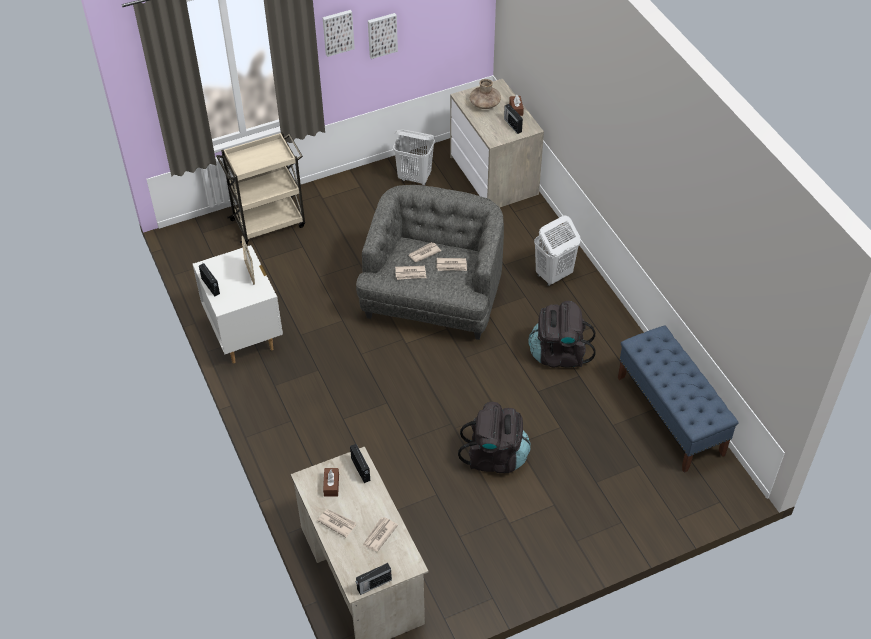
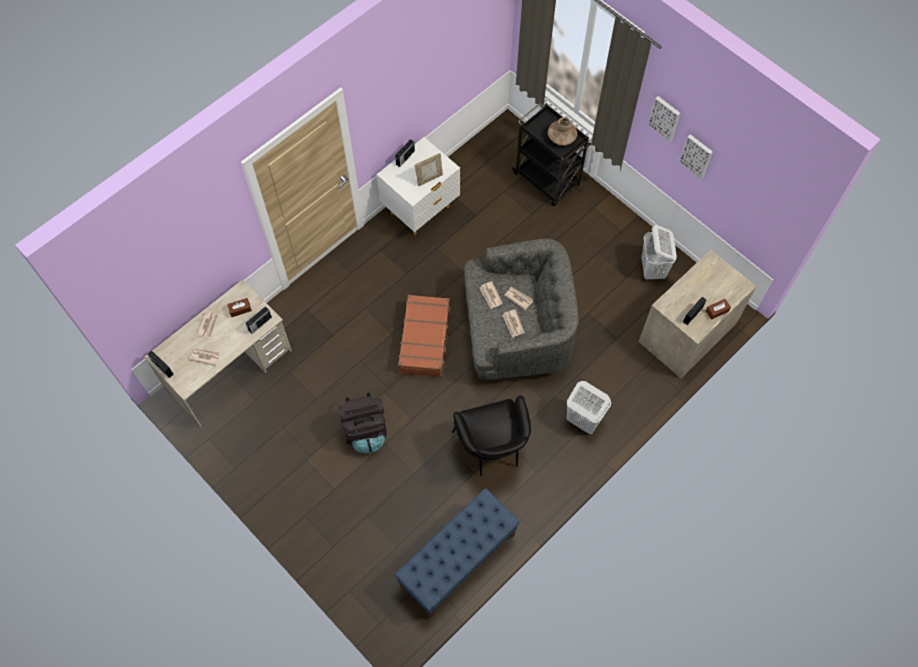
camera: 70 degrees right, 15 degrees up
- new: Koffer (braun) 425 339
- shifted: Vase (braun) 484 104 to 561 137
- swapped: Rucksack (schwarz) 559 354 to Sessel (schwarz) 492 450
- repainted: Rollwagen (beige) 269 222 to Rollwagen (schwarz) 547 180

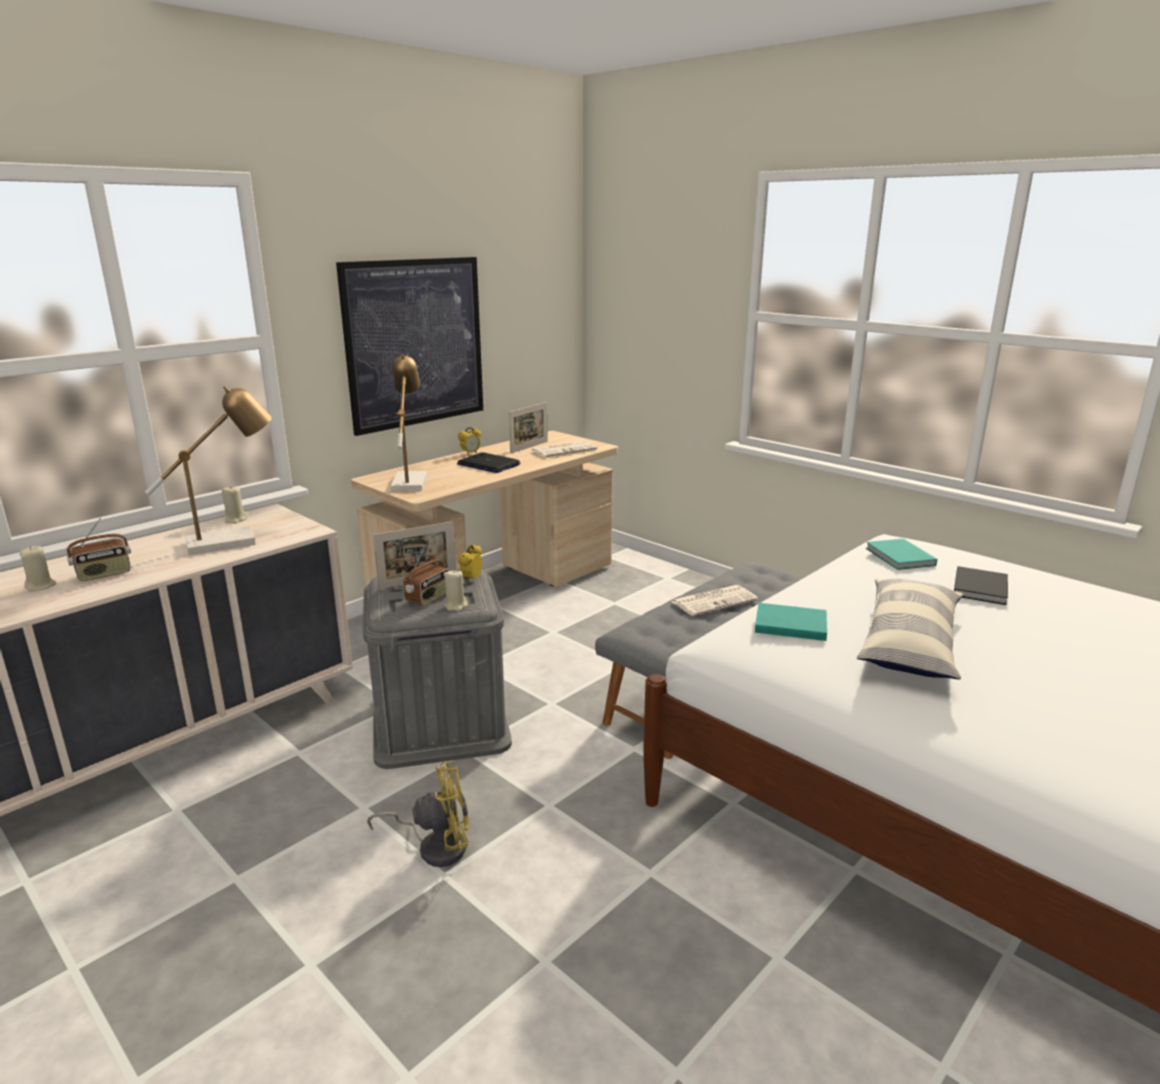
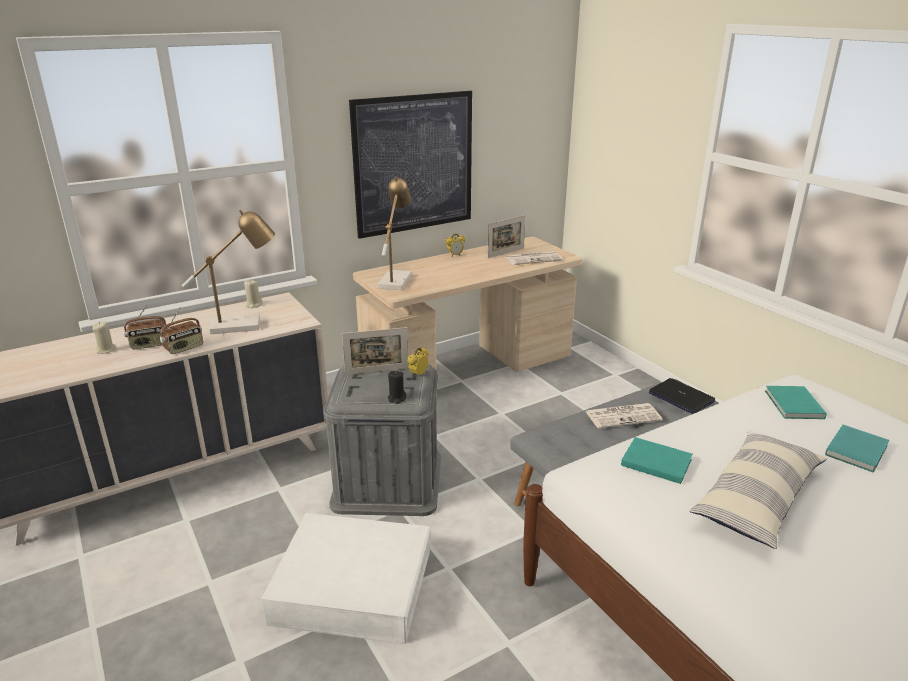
camera: 15 degrees right, 5 degrees up
- shifted: Radio 428 598 to 184 348
- shifted: Laptop 488 464 to 680 397
- swapped: Ventilator (gelb) 435 846 to Aufbewahrungsbox (weiß) 353 585
- repainted: Kerze (beige) 456 606 to Kerze (schwarz) 397 398
- repainted: Buch (schwarz) 981 588 to Buch (türkis) 857 450

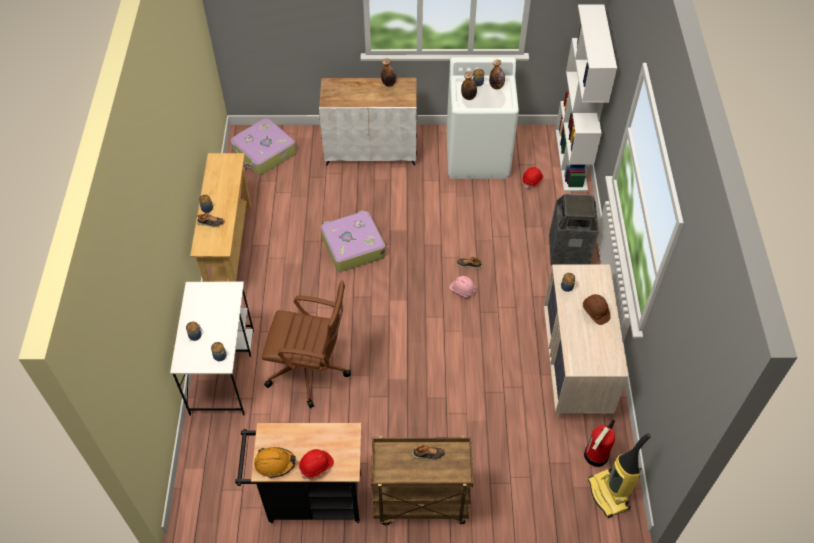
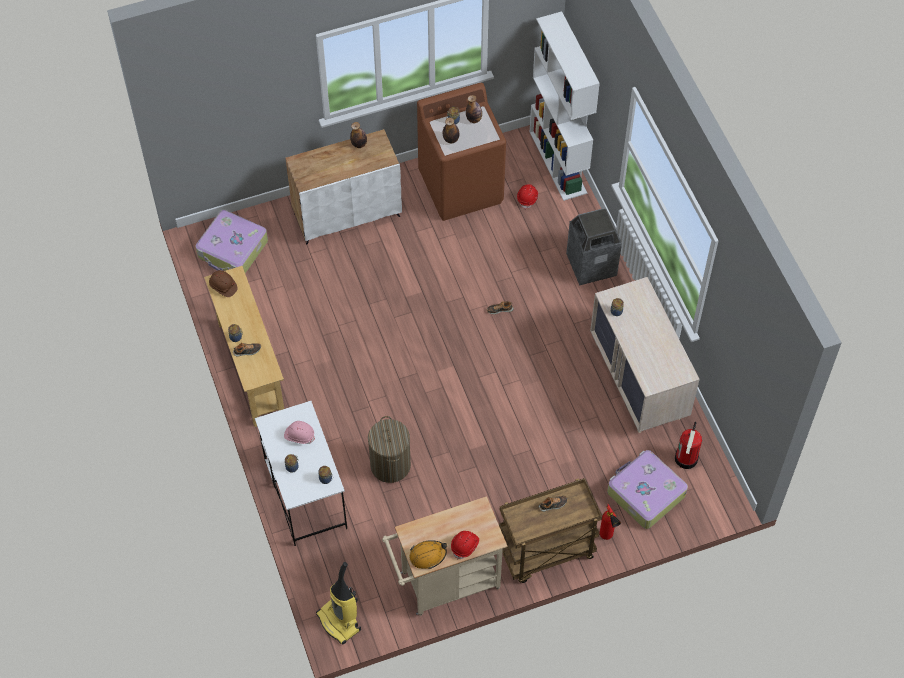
camera: 20 degrees left, 5 degrees up
- new: Feuerlöscher 607 537
- shifted: Koffer 352 246 to 645 494
- shifted: Schutzhelm (rosa) 462 289 to 299 435
- shifted: Schutzhelm (braun) 595 312 to 223 286
- shifted: Staubsauger 609 494 to 340 622
- swapped: Bürostuhl (braun) 310 370 to Wäschekorb 390 465
- repainted: Rollwagen (schwarz) 309 498 to Rollwagen (beige) 444 583
- repainted: Waschmaschine (weiß) 478 156 to Waschmaschine (braun) 461 187

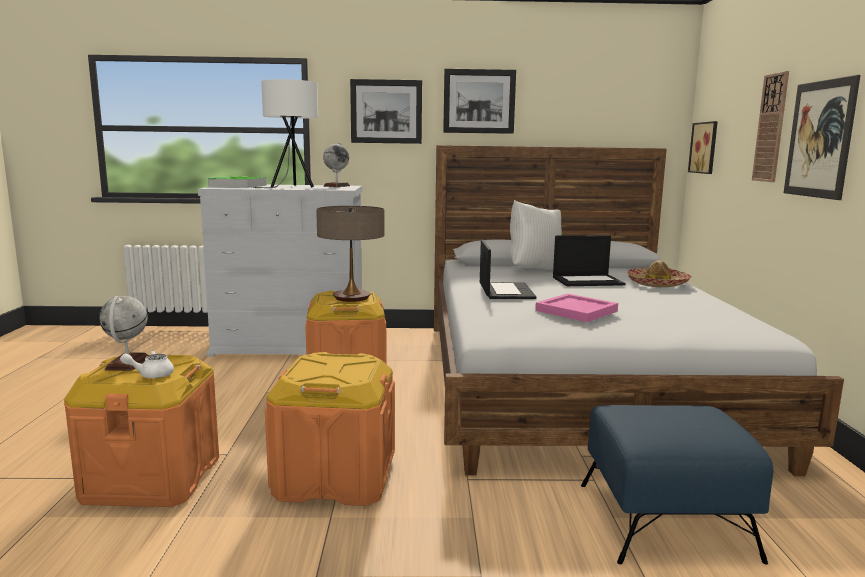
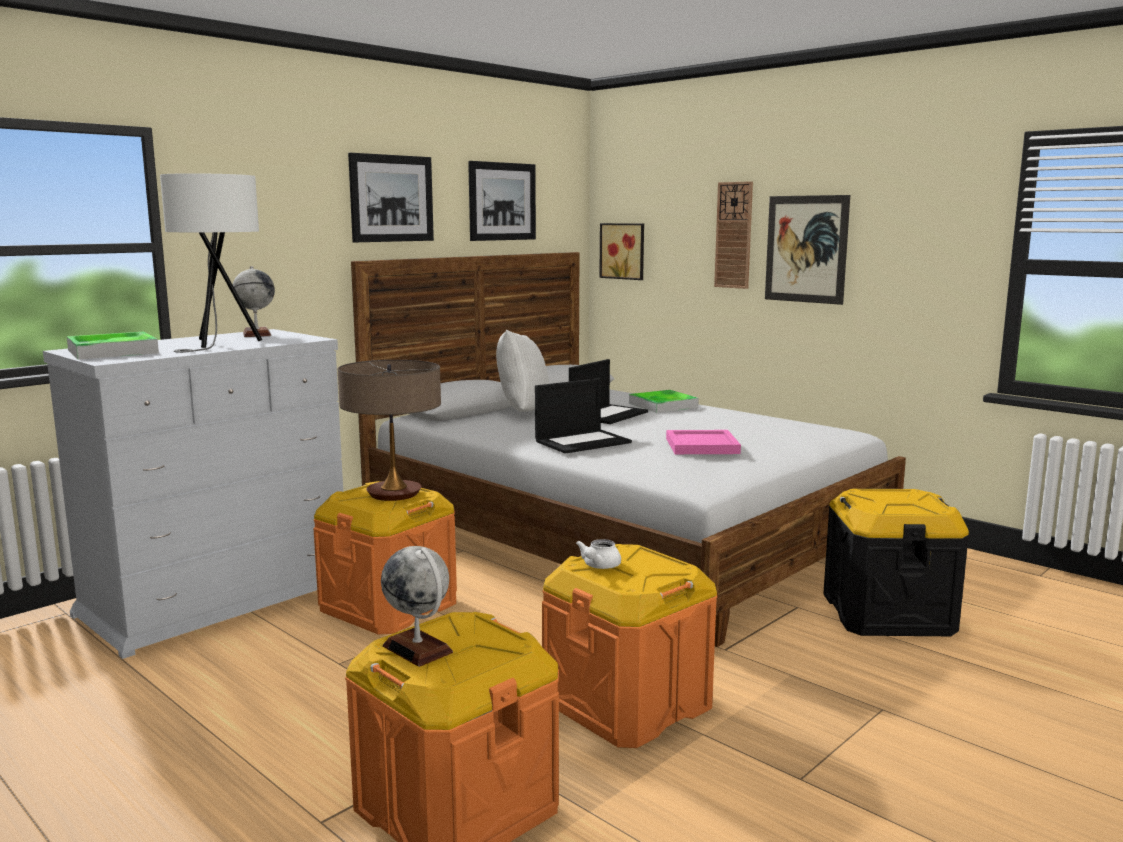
camera: 45 degrees left, 0 degrees up
- shifted: Teekanne (weiß) 151 375 to 598 566
- shifted: Bild 386 111 to 502 201
- swapped: Polsterhocker (blau) 666 521 to Aufbewahrungsbox (schwarz) 887 614
- swapped: Hut 657 284 to Tablett 663 405
- rotated: Laptop 505 291 = 583 442 105 degrees clockwise

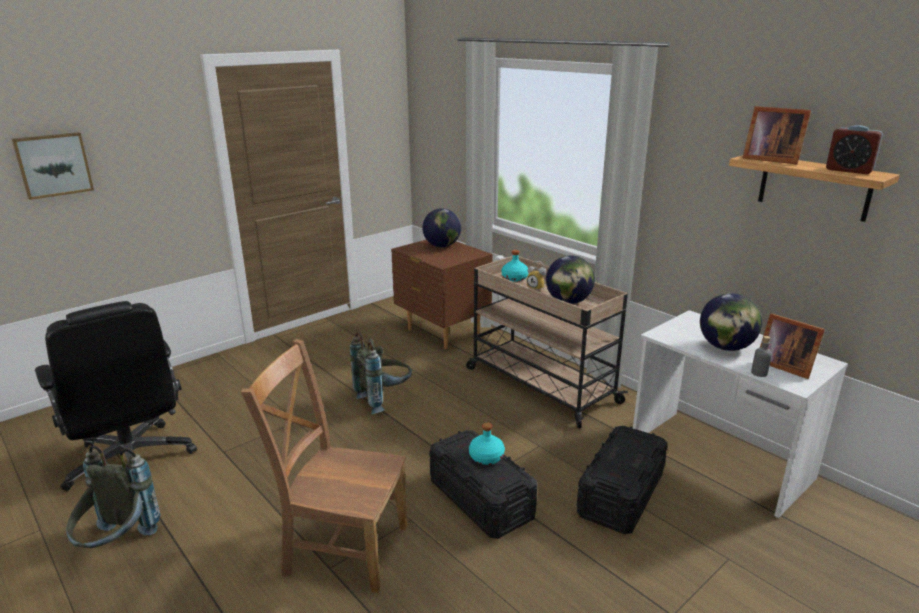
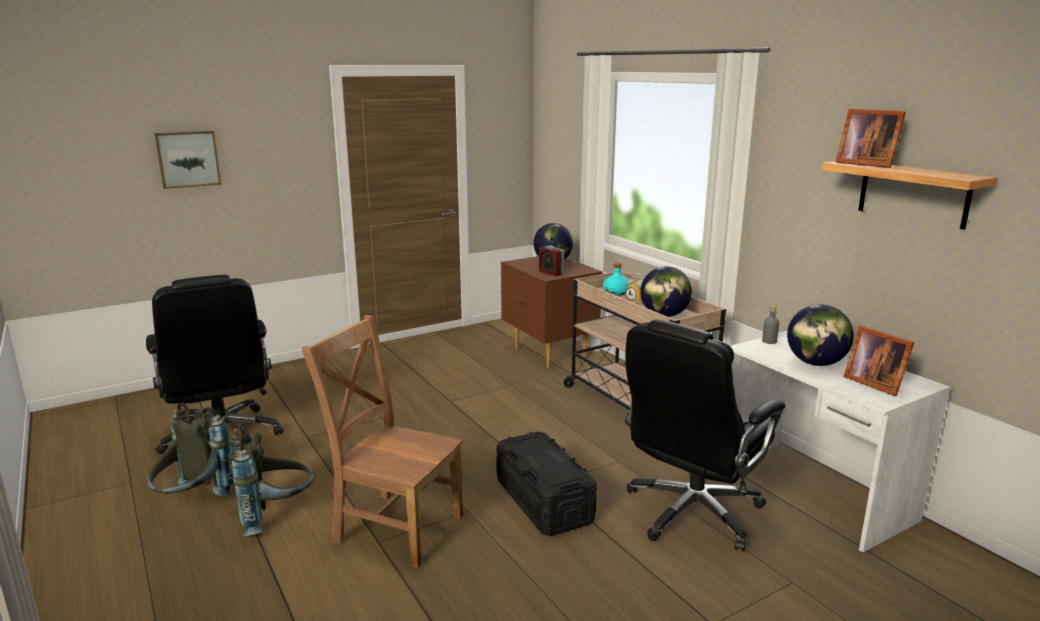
camera: 10 degrees right, 5 degrees down
- gone: Flasche (türkis) 486 457
- shifted: Rucksack (grau) 384 399 to 276 515
- shifted: Flasche (grau) 759 373 to 769 341
- shifted: Wecker 849 170 to 551 273
- swapped: Aufbewahrungsbox (schwarz) 620 495 to Bürostuhl (schwarz) 692 512

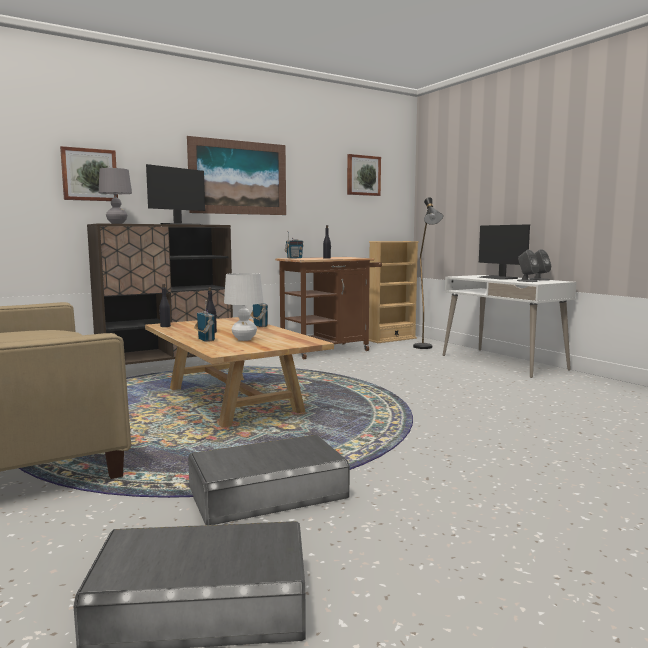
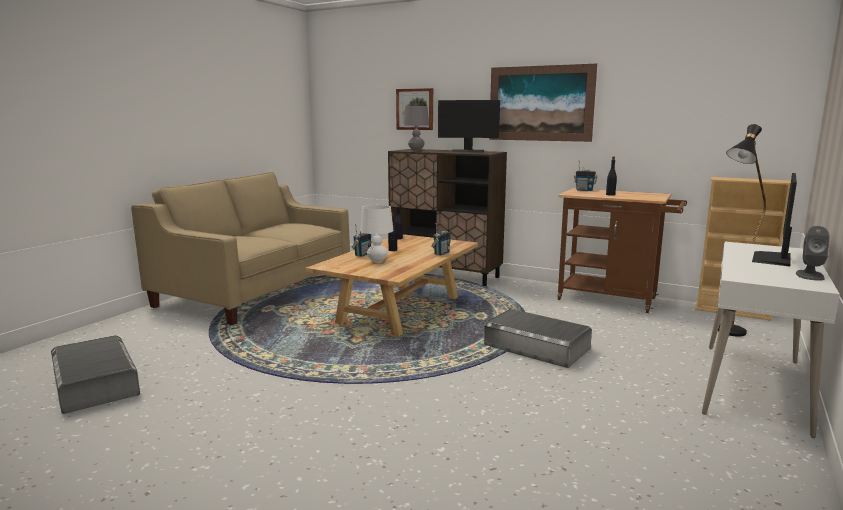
camera: 60 degrees right, 5 degrees up
- gone: Bild 363 175
- gone: Lautsprecher (grau) 526 281
- shifted: Aufbewahrungsbox (grau) 267 492 to 536 347

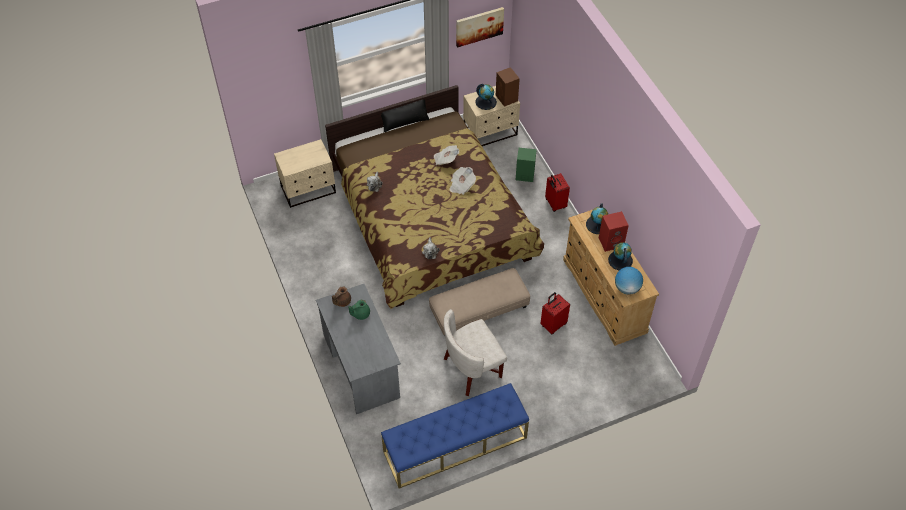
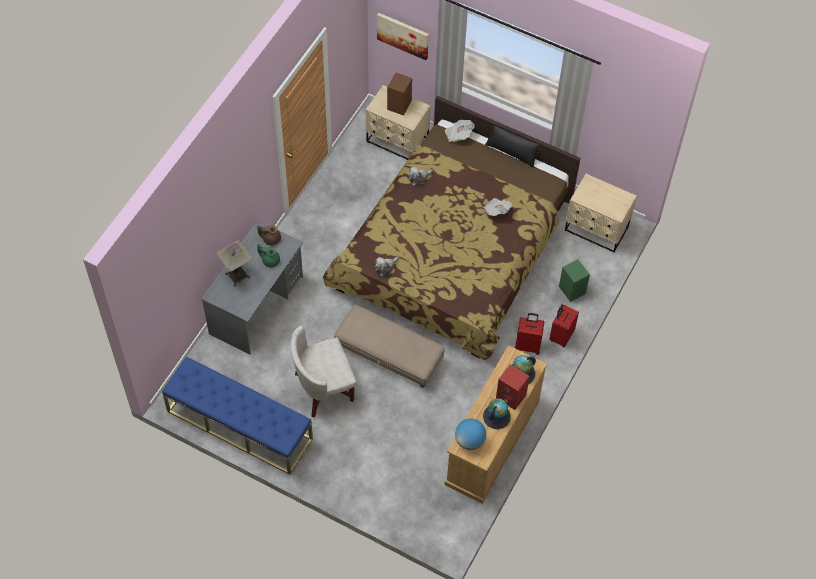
camera: 50 degrees right, 5 degrees up
- gone: Globus 486 102
- new: Tischlampe 237 275
- shifted: Zeitung 461 185 to 458 134
- shifted: Bild 479 26 to 403 35
- shifted: Lautsprecher (braun) 507 98 to 399 105
- shifted: Koffer (rot) 553 324 to 528 345
- rotated: Sessel (weiß) 472 368 = 323 388 45 degrees counterclockwise

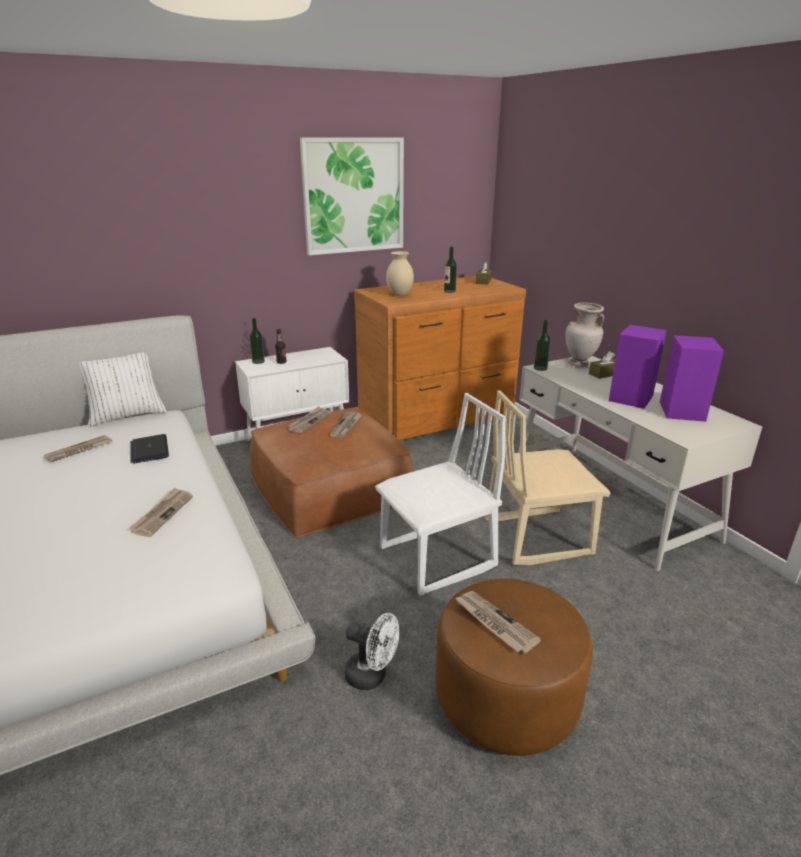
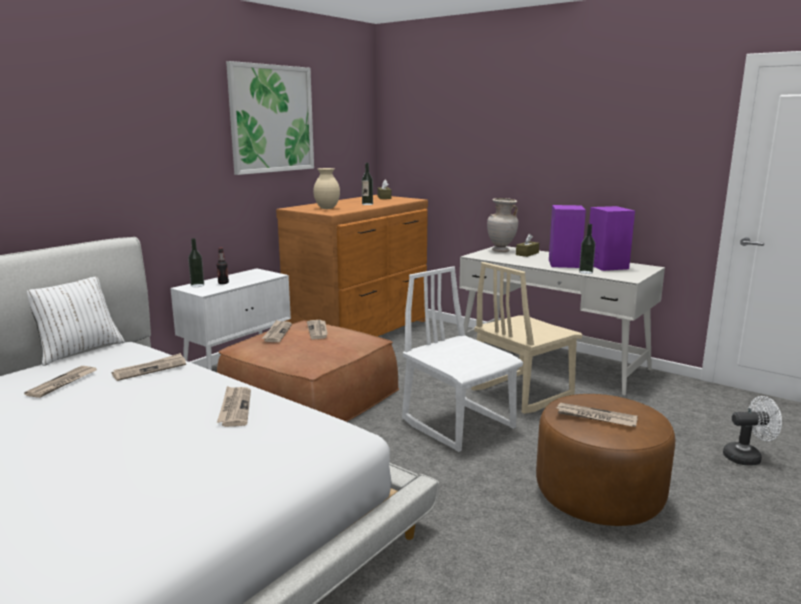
camera: 25 degrees left, 10 degrees down
- shifted: Ventilator (weiß) 372 676 to 747 457
- shifted: Flasche 540 368 to 585 272
- swapped: Laptop 149 450 to Zeitung 150 369
- rotated: Stuhl (weiß) 438 558 = 459 424 75 degrees counterclockwise

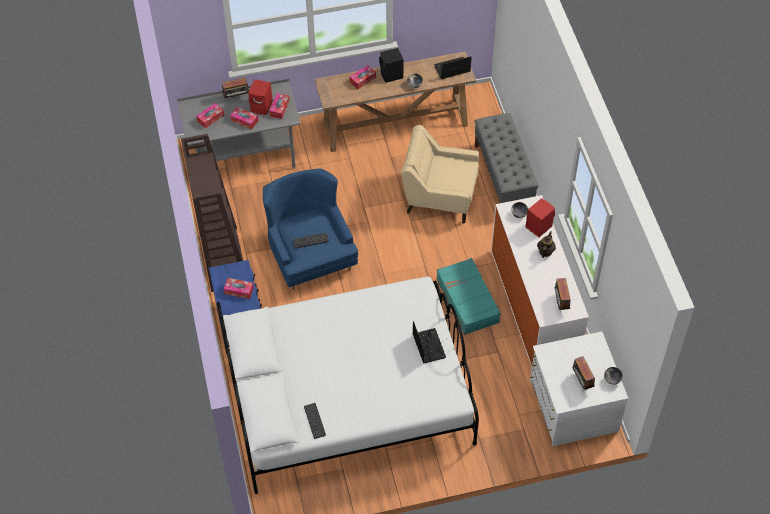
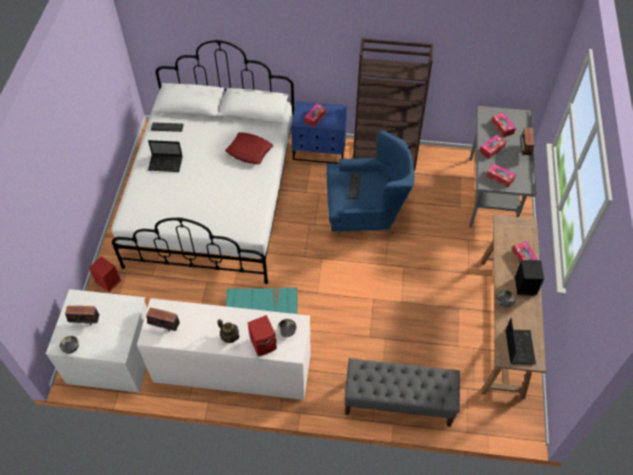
camera: 110 degrees right, 0 degrees up
- gone: Sessel (beige) 439 196
- new: Kissen (rot) 249 151
- shifted: Lautsprecher (rot) 262 107 to 107 282
- shifted: Laptop 428 345 to 166 163

